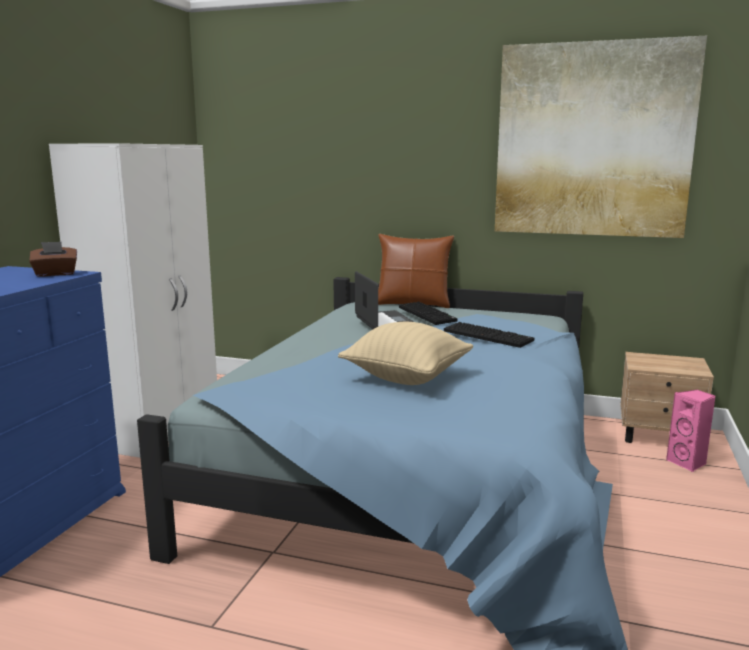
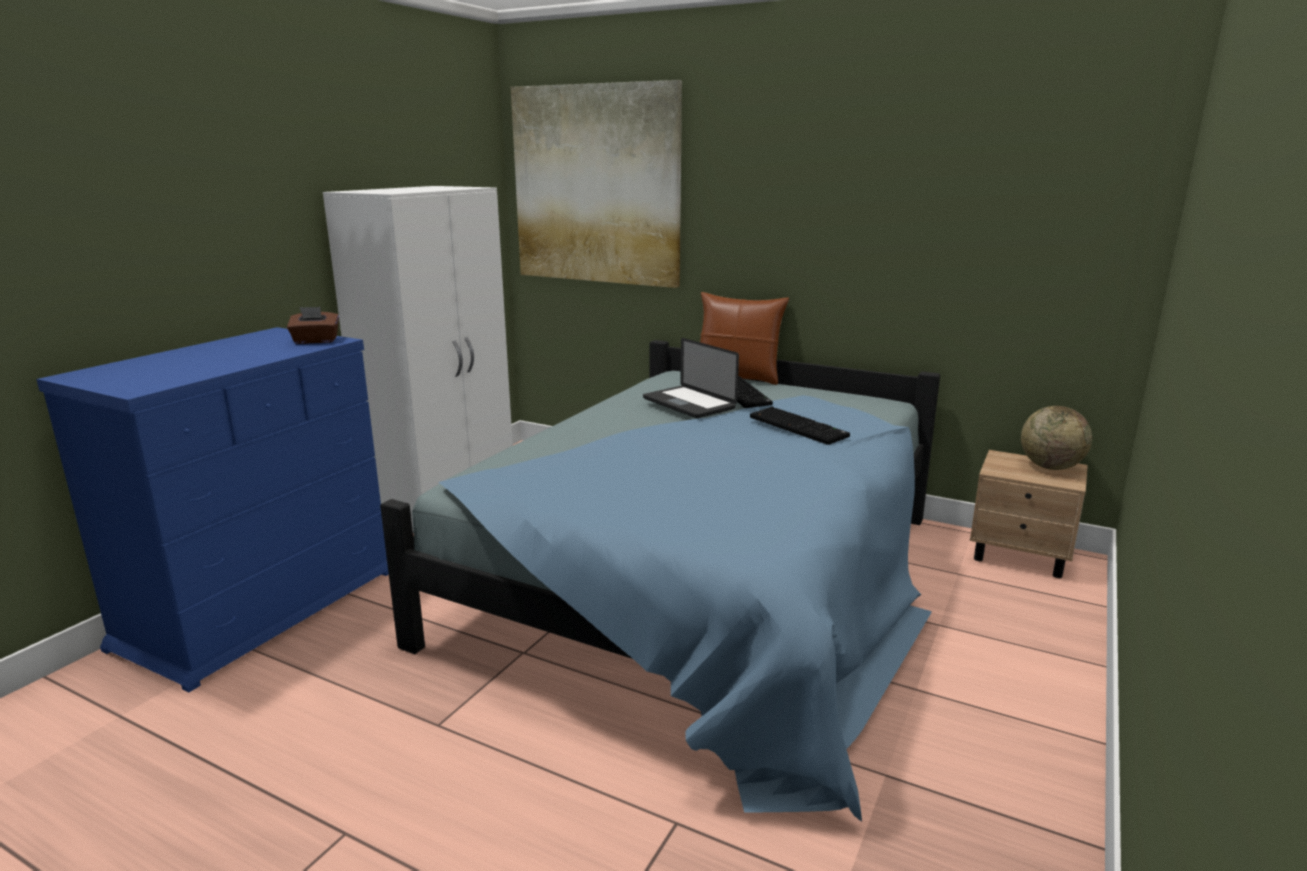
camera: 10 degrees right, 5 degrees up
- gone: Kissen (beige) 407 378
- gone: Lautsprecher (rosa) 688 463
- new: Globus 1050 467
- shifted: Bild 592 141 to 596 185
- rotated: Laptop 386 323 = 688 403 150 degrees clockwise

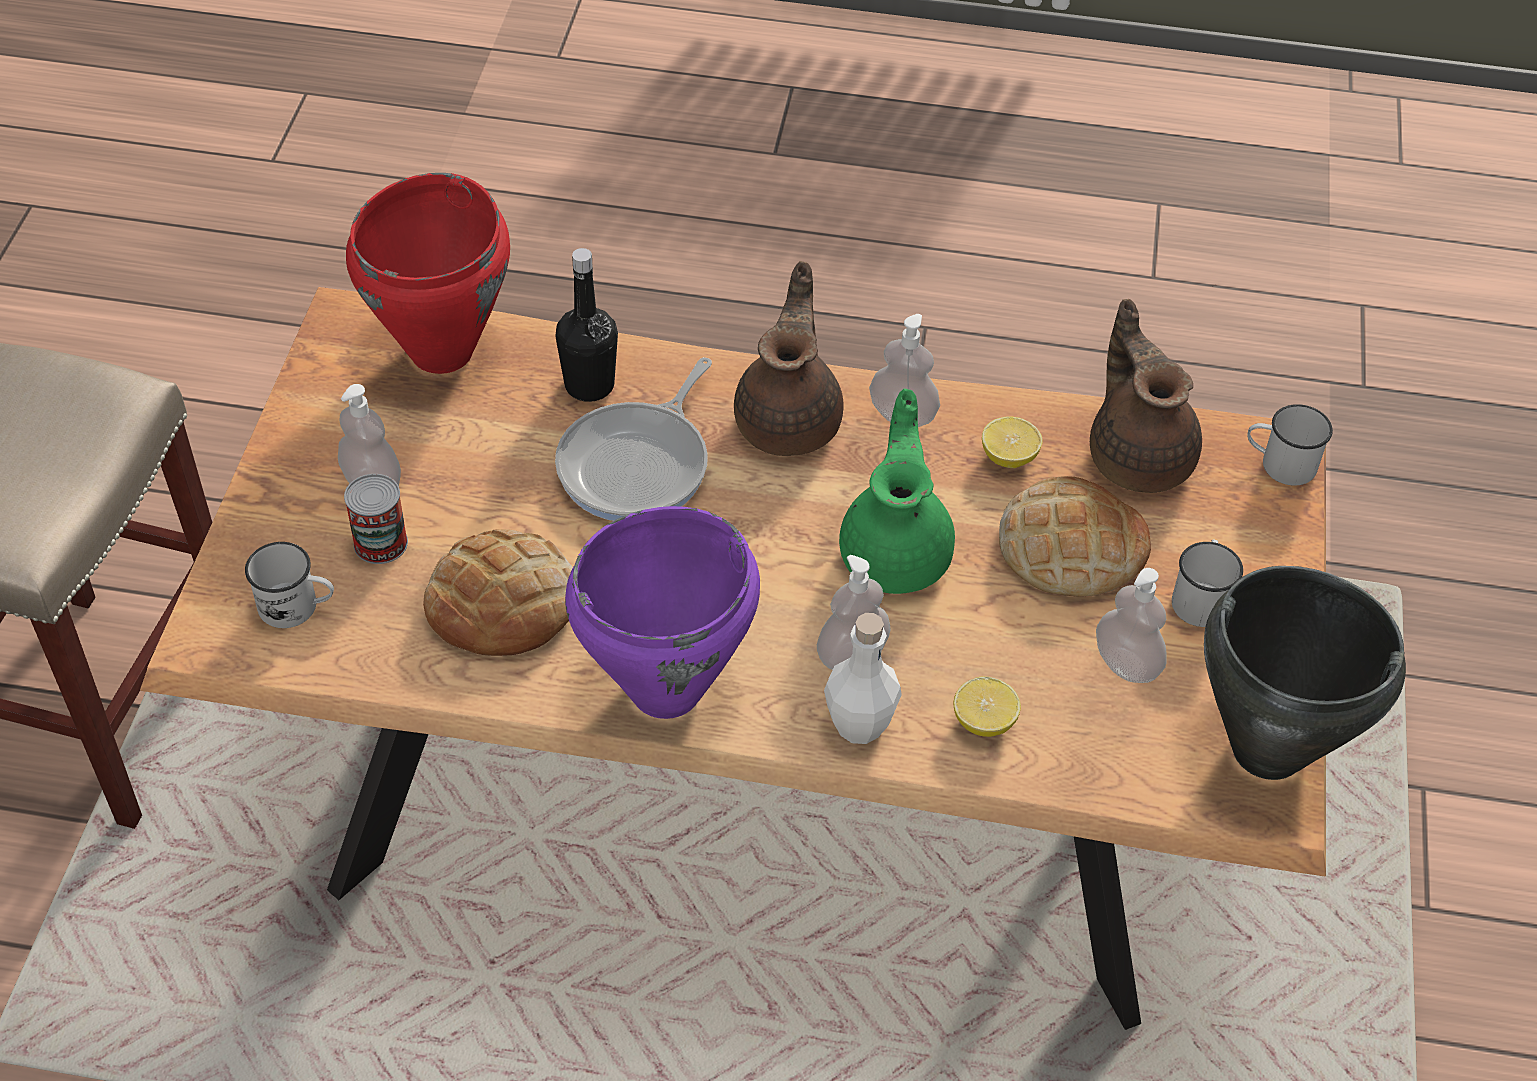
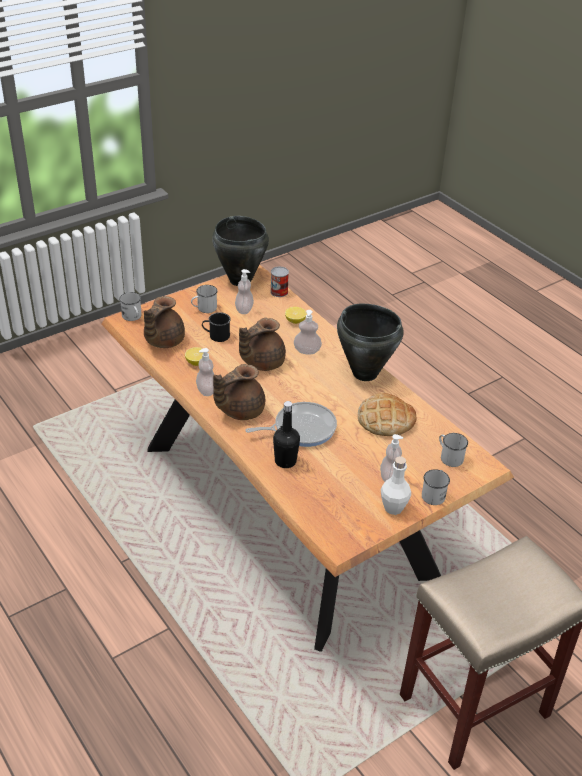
camera: 135 degrees left, 10 degrees down
- gone: Kochtopf (rot) 443 351
- new: Henkelbecher (weiß) 434 494
- shifted: Dose 380 543 to 279 292
- shifted: Flasche (weiß) 859 725 to 393 508
- swapped: Brot 1071 547 to Henkelbecher (schwarz) 216 336
- repainted: Kochtopf (lila) 667 691 to Kochtopf (schwarz) 364 373
- repainted: Teekanne (grün) 897 553 to Teekanne (braun) 262 362

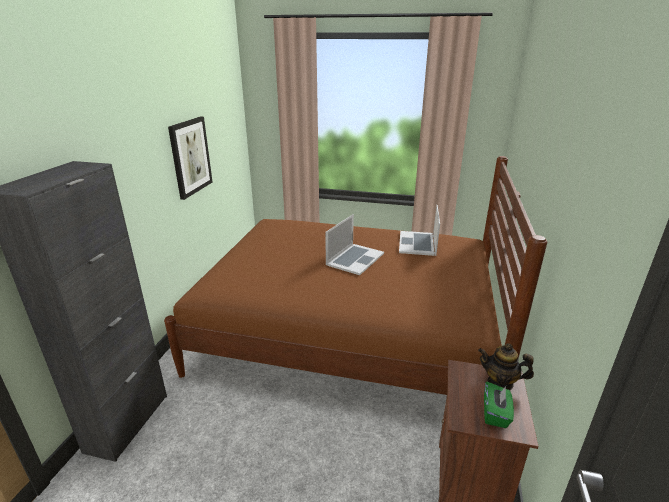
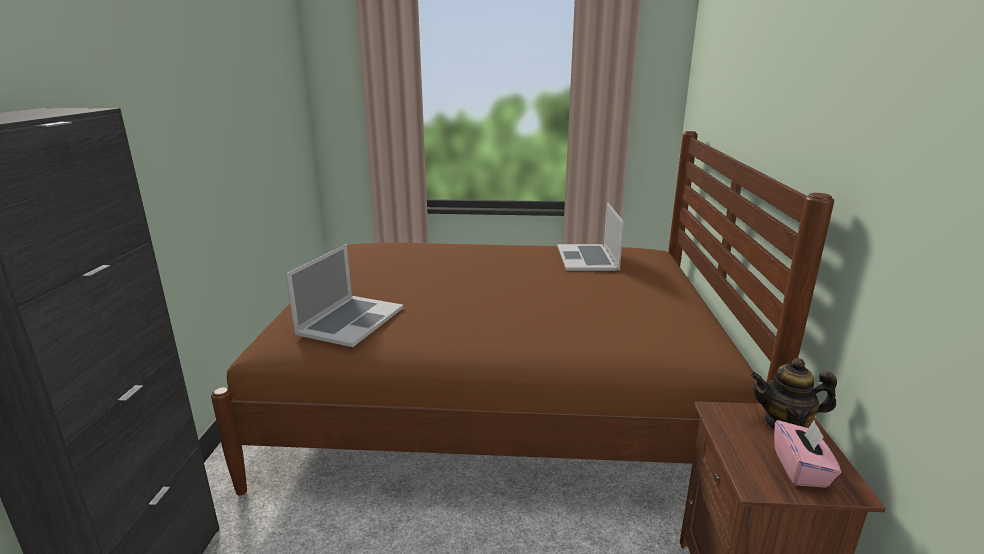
camera: 10 degrees left, 5 degrees down
- gone: Bild 190 157
- shifted: Laptop 355 259 to 350 320
- repainted: Taschentuchbox (grün) 495 414 to Taschentuchbox (rosa) 800 469

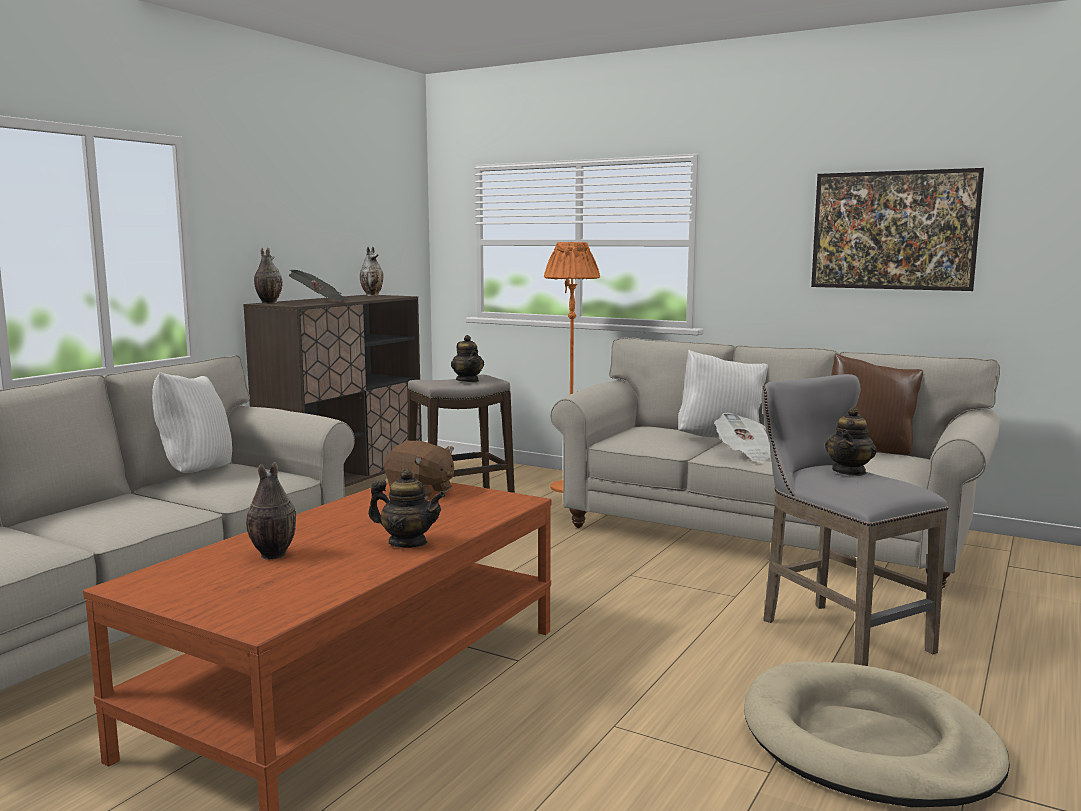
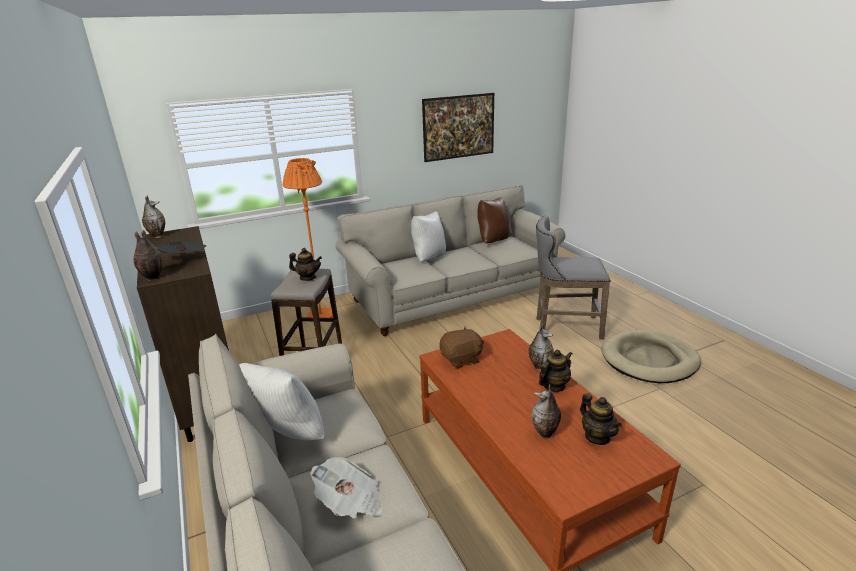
camera: 55 degrees left, 15 degrees up
- new: Vase 539 366
- shifted: Zeitung 746 455 to 350 502
- shifted: Teekanne 849 471 to 597 437

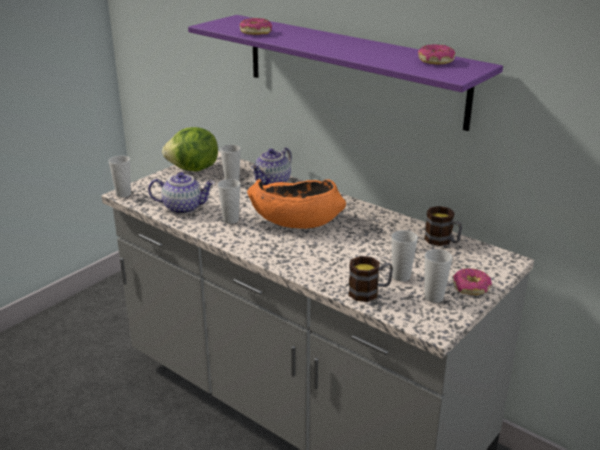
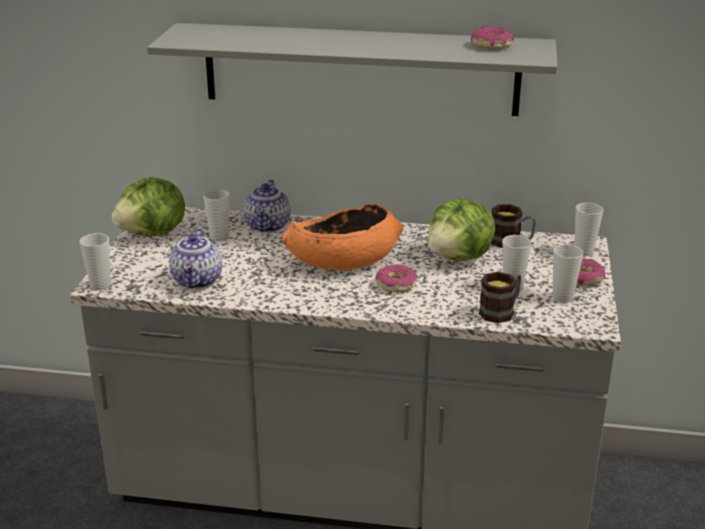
camera: 30 degrees left, 0 degrees up
- new: Salatkopf 459 258
- shifted: Tasse 230 220 to 584 252
- shifted: Donut 255 32 to 396 285
- repainted: Wandregal (lila) 352 69 to Wandregal (grau) 360 69
- rotated: Teekanne 183 207 = 198 281 120 degrees clockwise

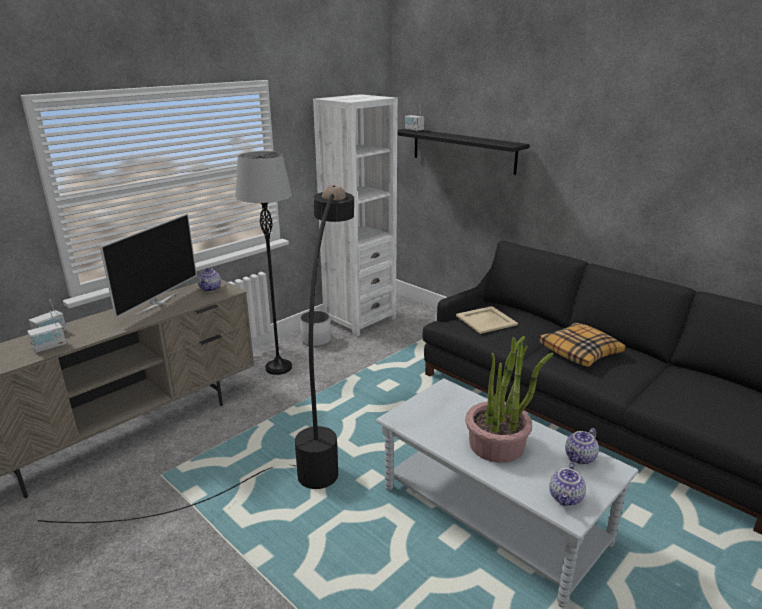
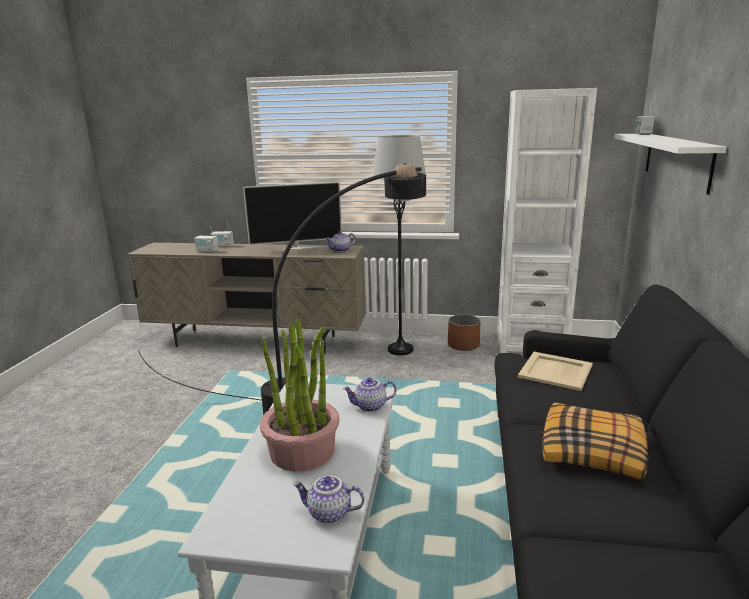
camera: 55 degrees right, 5 degrees down
- shifted: Teekanne 566 498 to 370 406
- repainted: Pflanzkübel (weiß) 316 340 to Pflanzkübel (braun) 463 345
- repainted: Wandregal (schwarz) 463 150 to Wandregal (weiß) 676 160

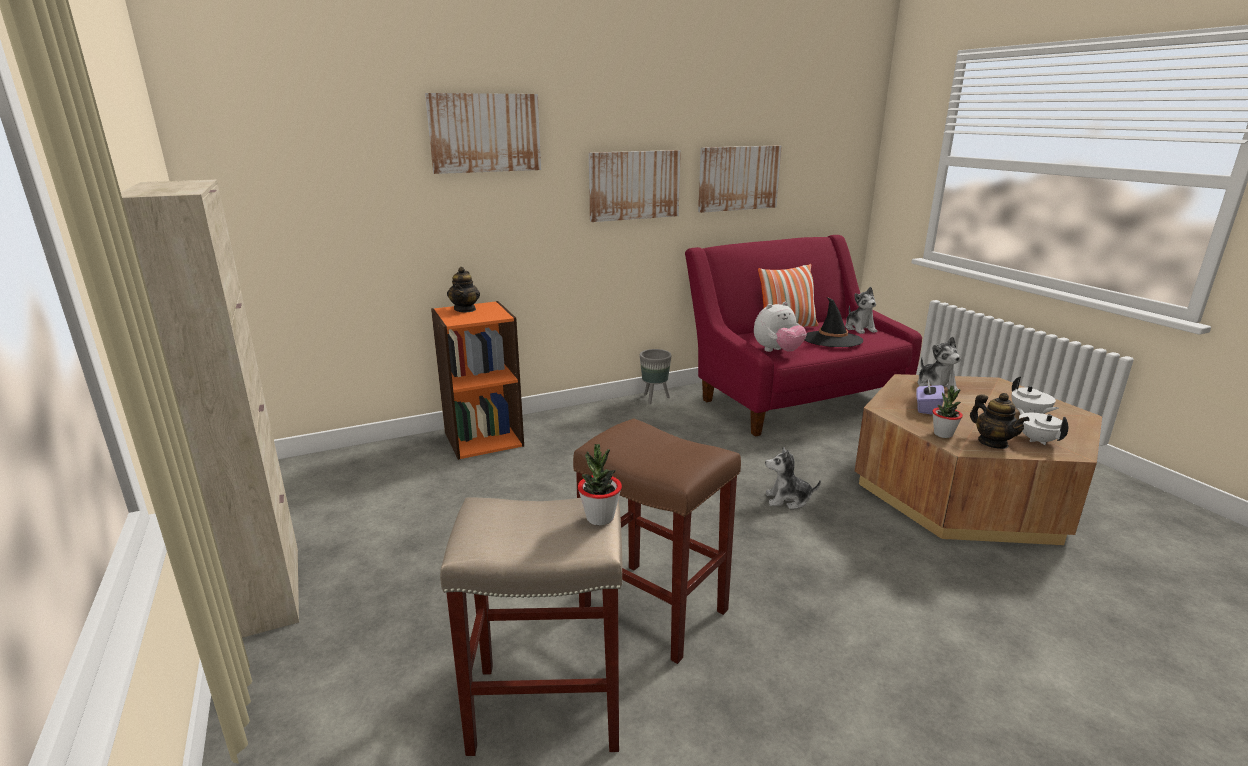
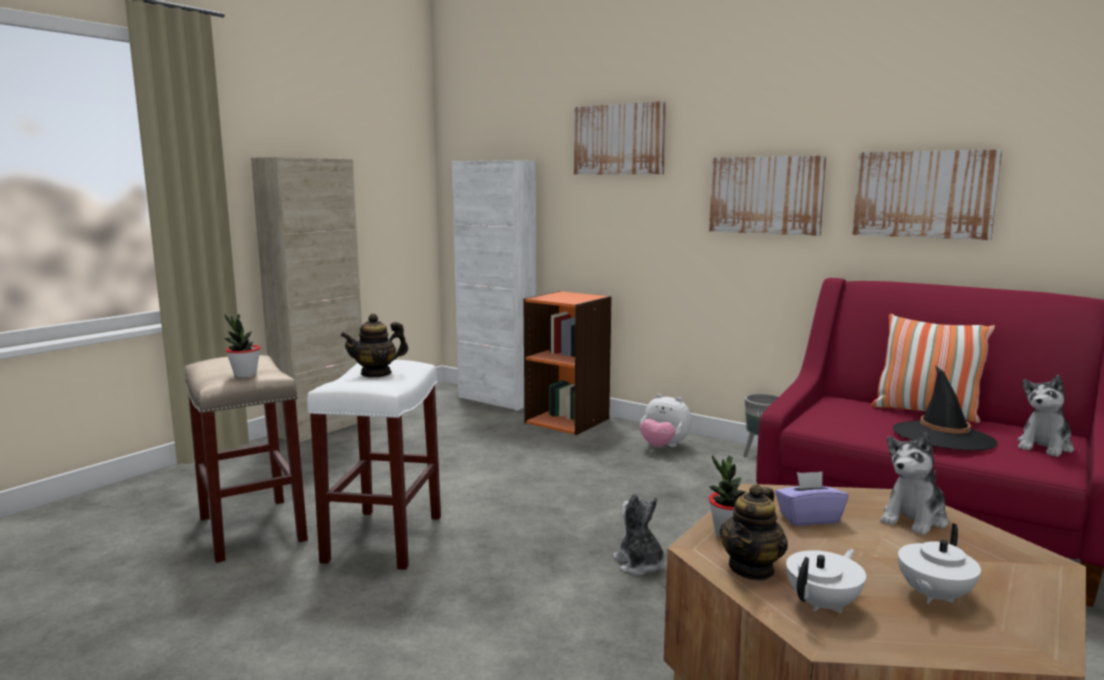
camera: 60 degrees right, 10 degrees down
- new: Schrank (weiß) 497 400
- shifted: Teekanne 465 309 to 376 373
- shifted: Plüschtier 777 351 to 663 447
- repainted: Hocker (braun) 651 609 to Hocker (weiß) 383 537

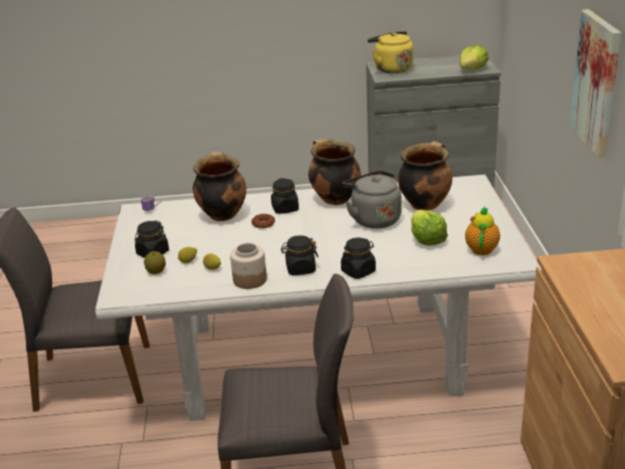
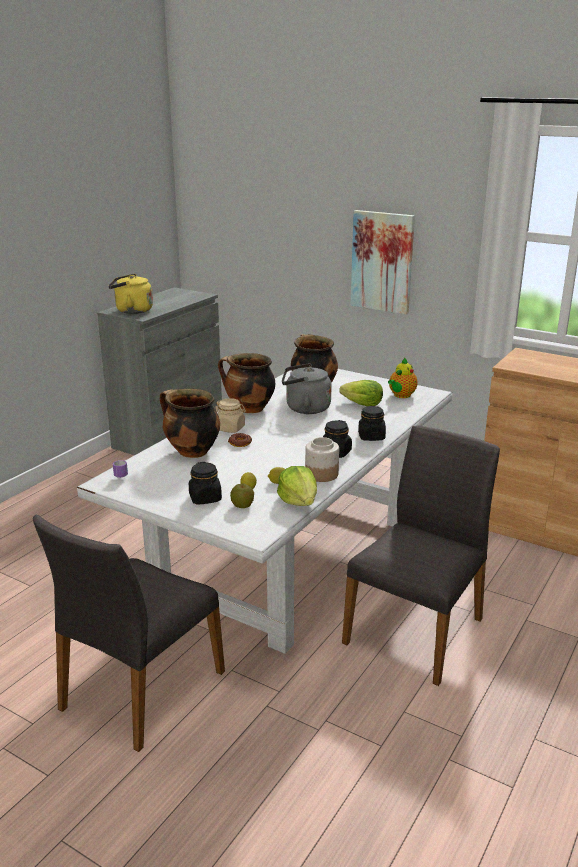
camera: 55 degrees left, 5 degrees down
- shifted: Salatkopf 472 69 to 299 501
- repainted: Vorratsglas (schwarz) 285 209 to Vorratsglas (beige) 230 428
- rotated: Teekanne 482 248 = 401 395 105 degrees counterclockwise

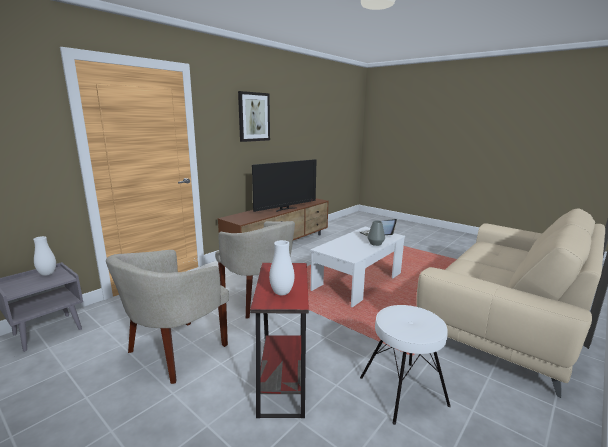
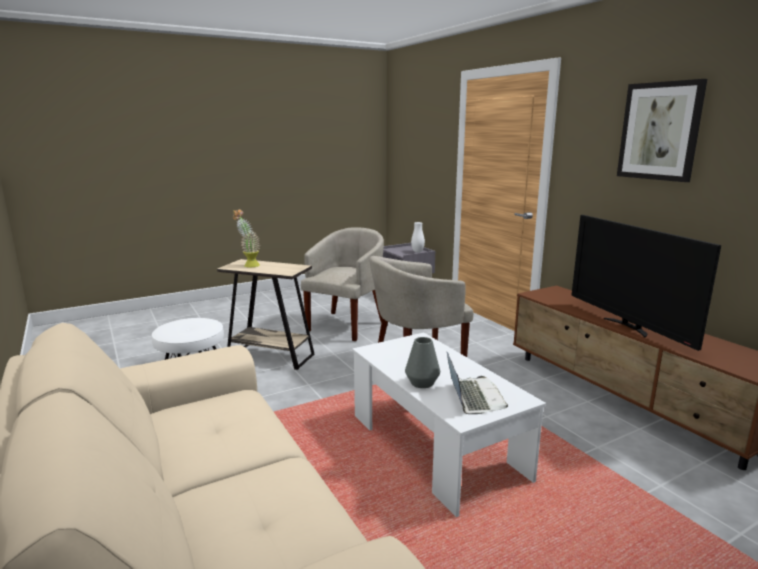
camera: 110 degrees right, 0 degrees up
- swapped: Vase (weiß) 282 293 to Topfpflanze 248 265
- repainted: Beistelltisch (rot) 282 380 to Beistelltisch (beige) 270 356
- rotated: Sessel (beige) 175 351 = 347 325 60 degrees clockwise

